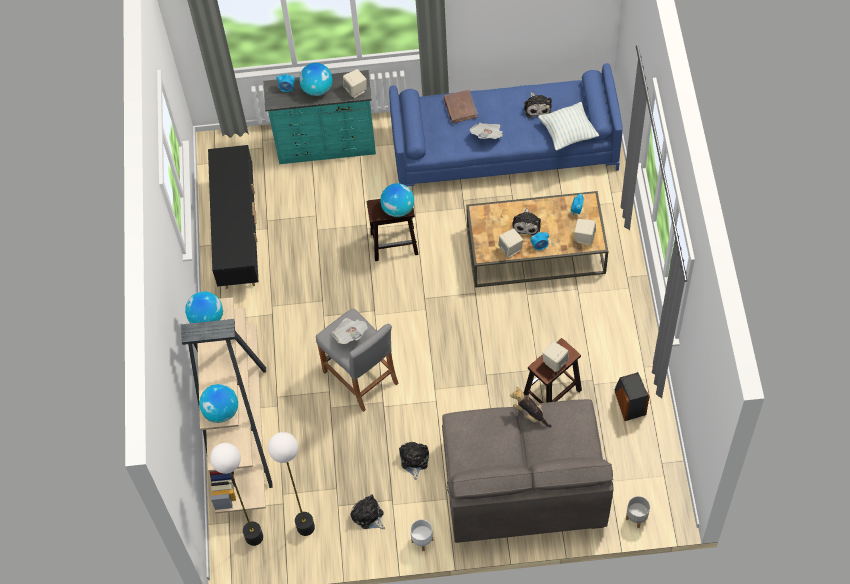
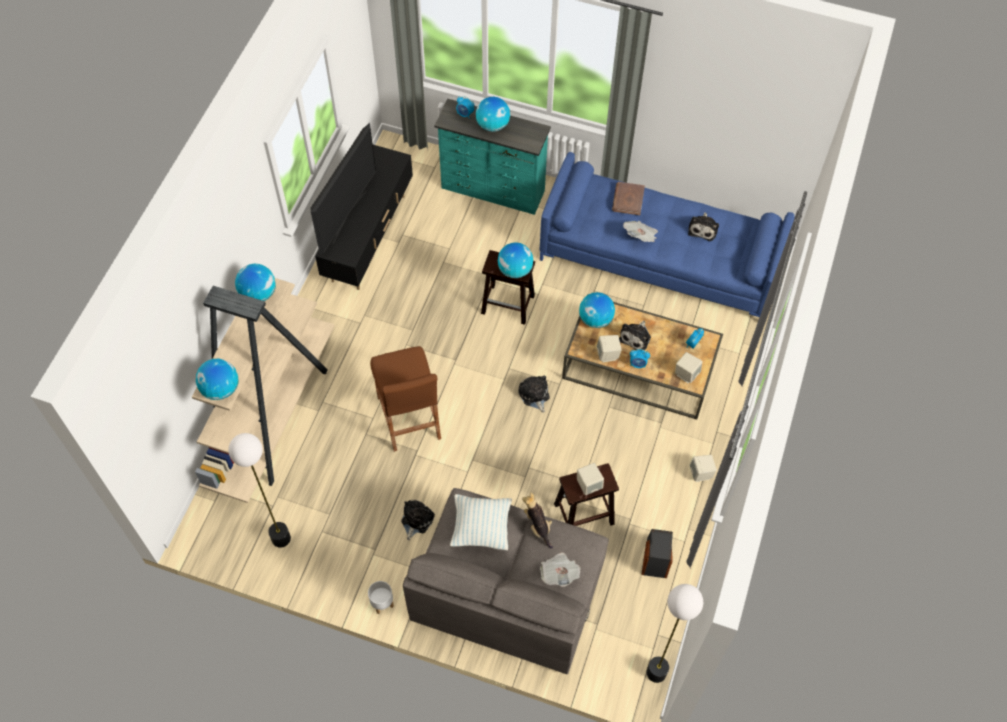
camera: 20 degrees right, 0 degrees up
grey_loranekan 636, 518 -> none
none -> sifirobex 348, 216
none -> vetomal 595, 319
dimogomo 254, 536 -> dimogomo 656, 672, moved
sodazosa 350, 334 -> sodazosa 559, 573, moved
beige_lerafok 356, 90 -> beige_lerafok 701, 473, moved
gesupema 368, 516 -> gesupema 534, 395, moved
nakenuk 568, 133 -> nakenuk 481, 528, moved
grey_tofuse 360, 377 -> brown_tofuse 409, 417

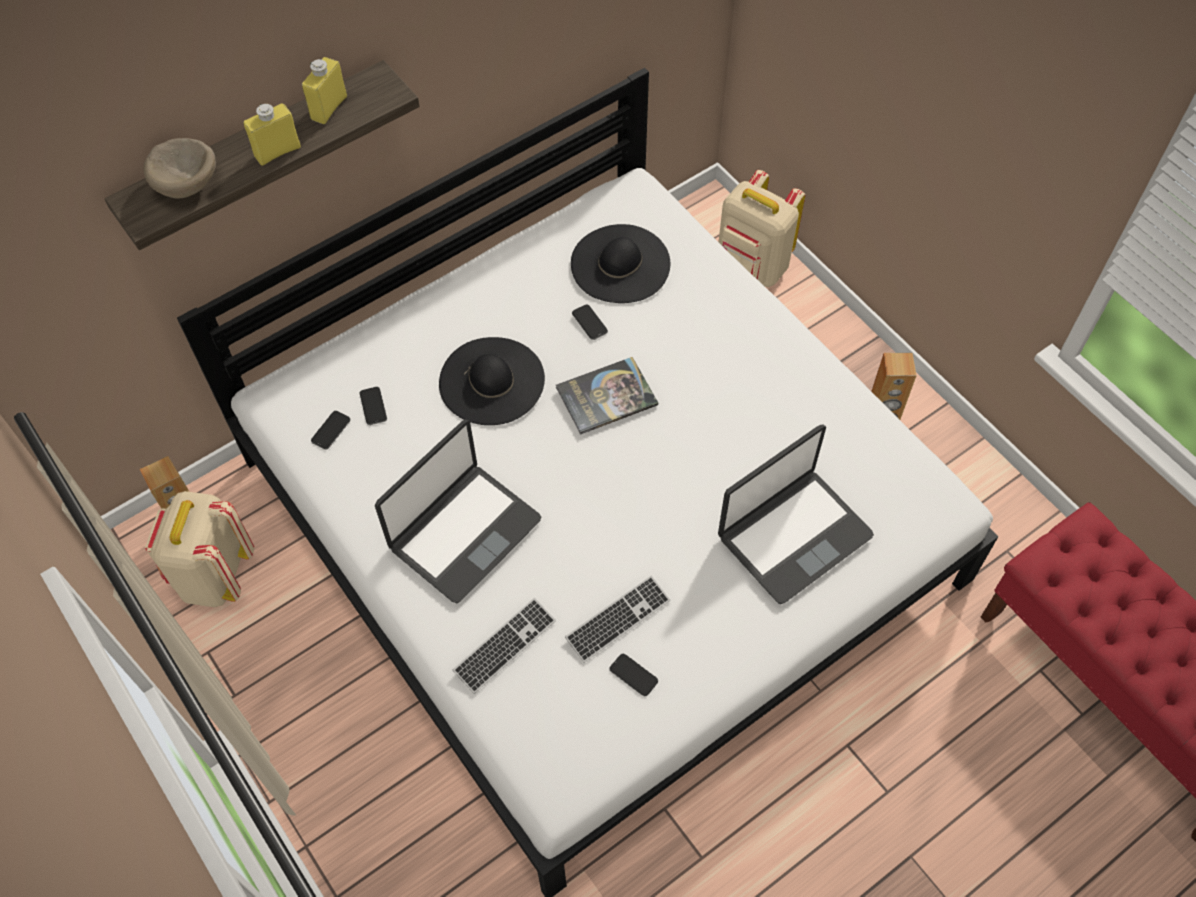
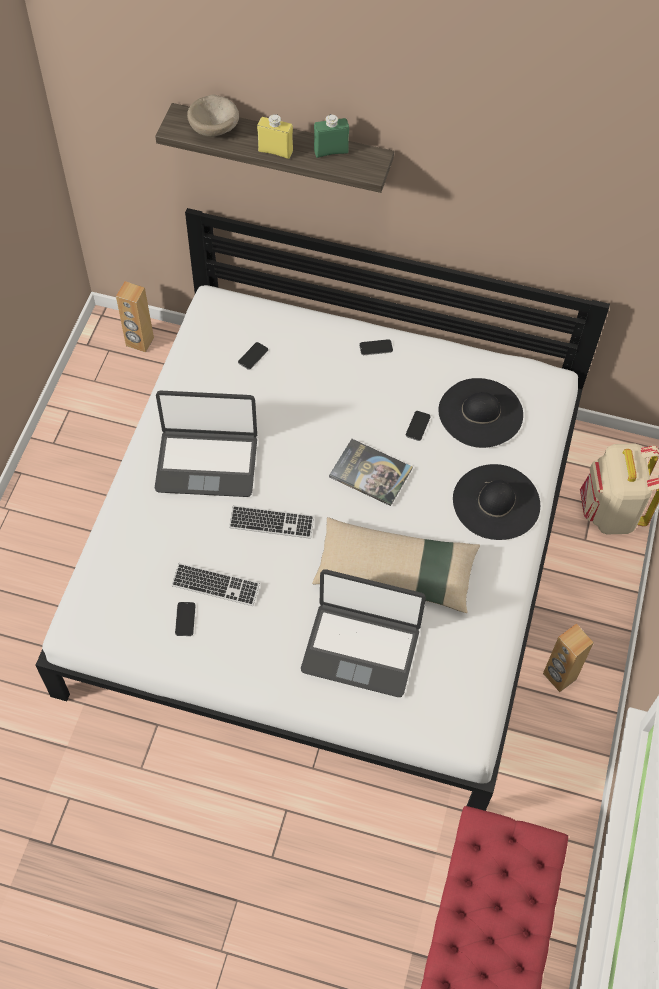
camera: 50 degrees right, 0 degrees up
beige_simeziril 213, 575 -> none
none -> beige_nakenuk 395, 572
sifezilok 331, 430 -> sifezilok 376, 348, moved
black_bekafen 492, 381 -> black_bekafen 496, 502, moved
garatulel 505, 646 -> garatulel 271, 523, moved
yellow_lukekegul 329, 108 -> green_lukekegul 331, 151

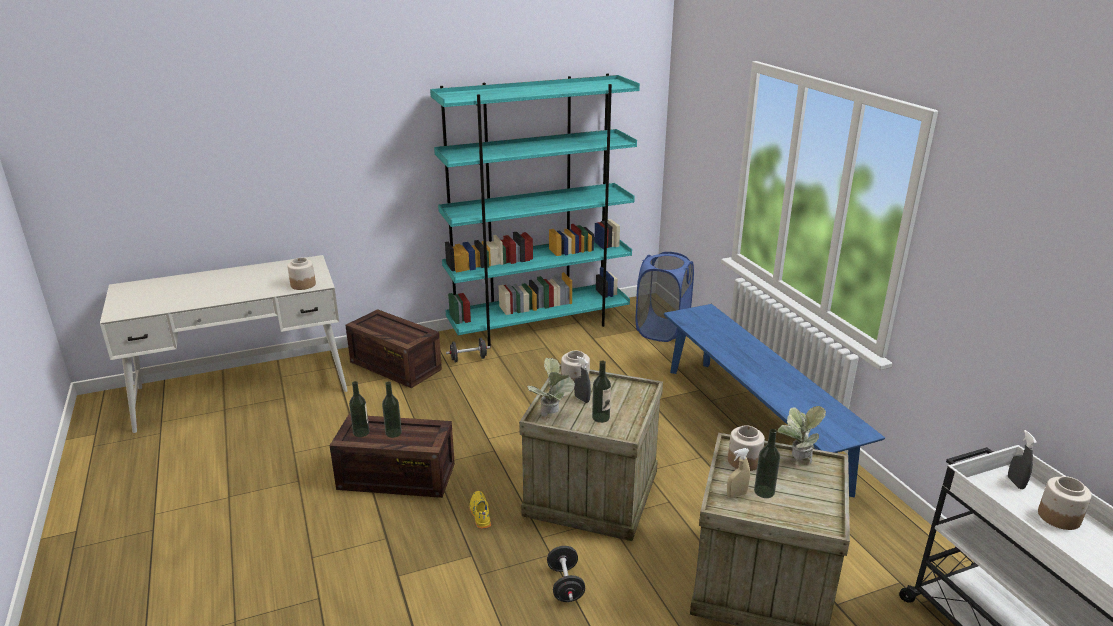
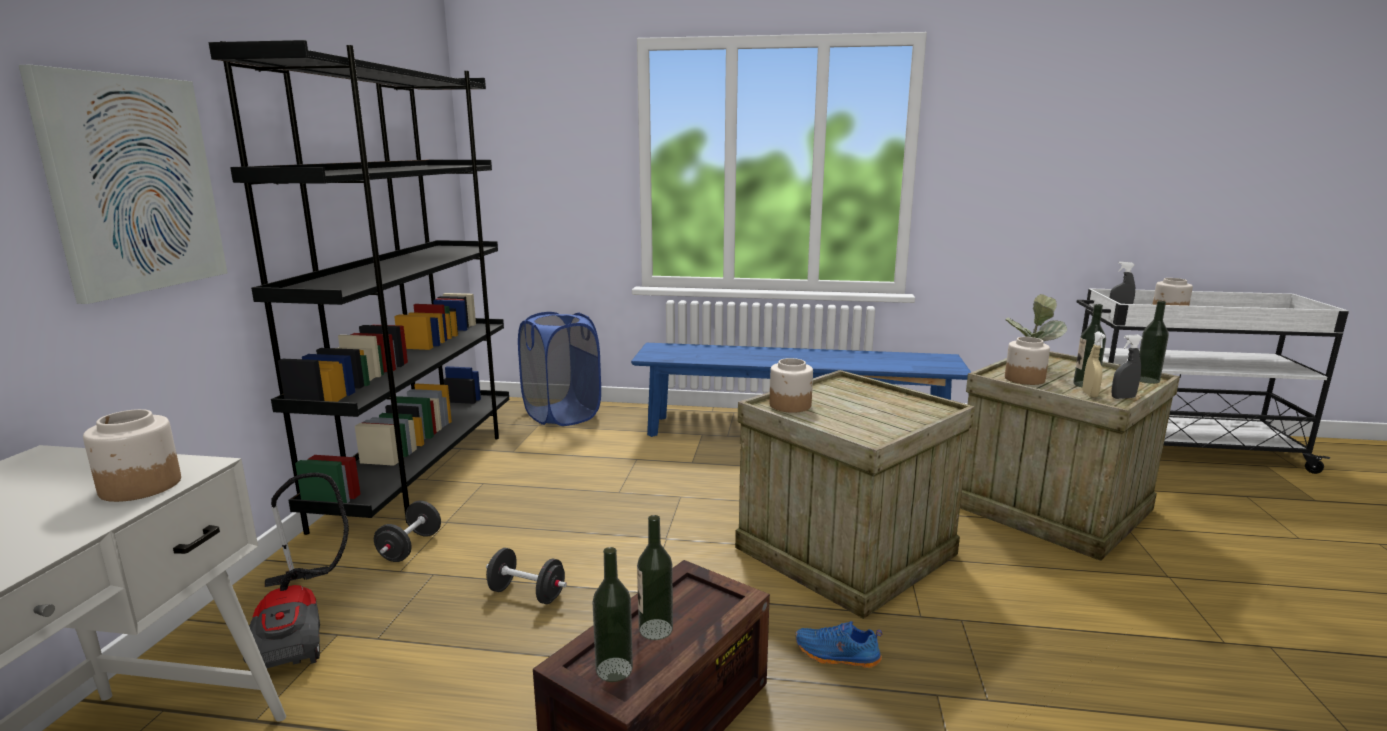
camera: 60 degrees left, 10 degrees down
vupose 552, 416 -> none
none -> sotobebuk 133, 184
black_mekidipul 565, 585 -> black_mekidipul 527, 594, moved
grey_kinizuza 582, 399 -> grey_kinizuza 1123, 397, moved
lukekegul 601, 417 -> lukekegul 1147, 380, moved
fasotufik 393, 366 -> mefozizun 299, 628
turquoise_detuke 539, 326 -> black_detuke 422, 472
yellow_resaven 479, 514 -> blue_resaven 836, 656

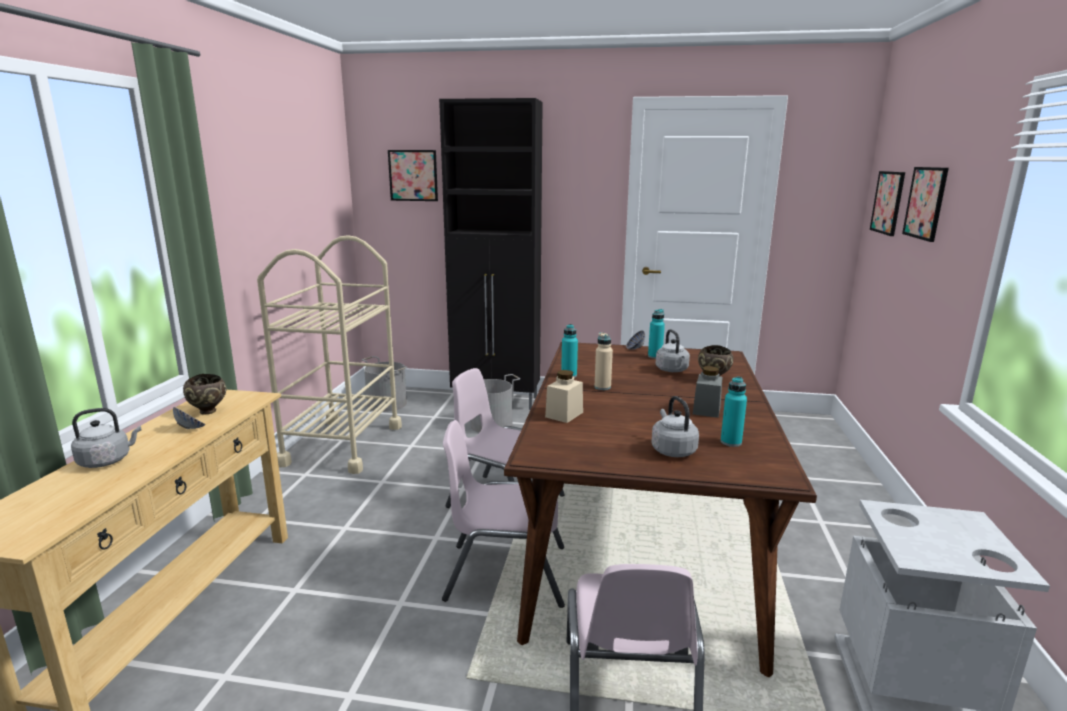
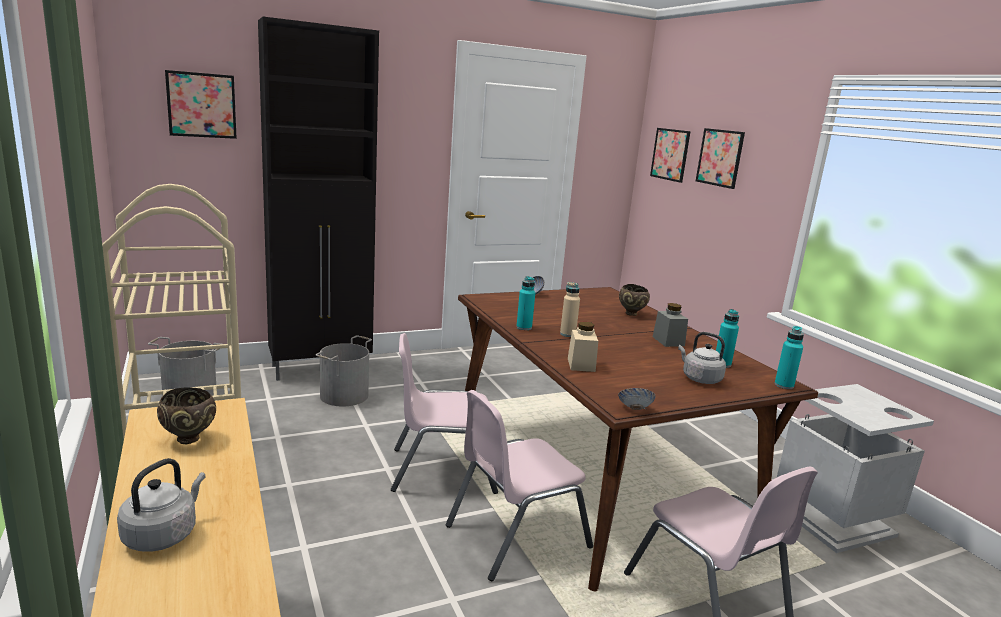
camera: 35 degrees left, 0 degrees up
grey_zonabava 672, 370 -> none
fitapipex 191, 428 -> fitapipex 634, 409, moved
turquoise_lukekegul 655, 356 -> turquoise_lukekegul 784, 385, moved

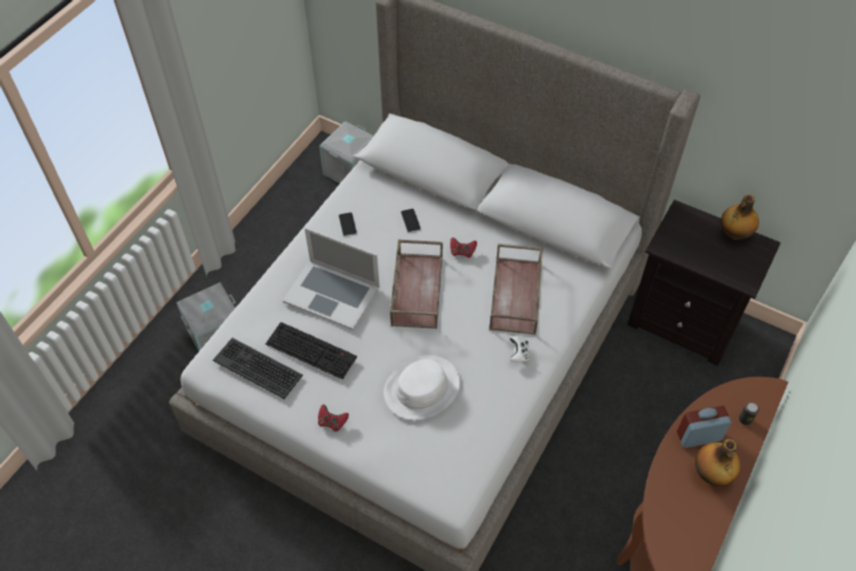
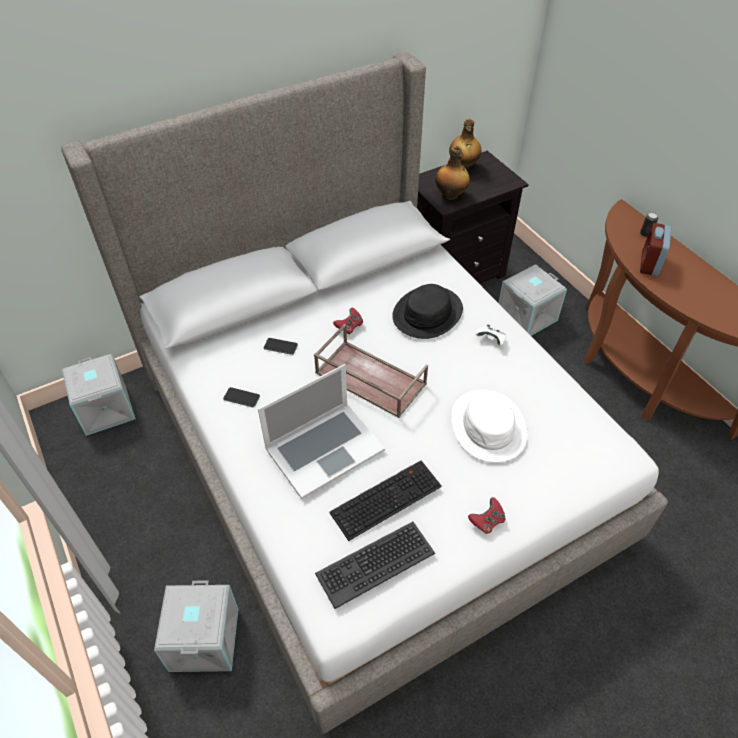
camera: 60 degrees left, 5 degrees down
none -> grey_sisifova 526, 316
lukekegul 711, 474 -> lukekegul 450, 195, moved
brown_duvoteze 516, 296 -> black_bekafen 427, 313

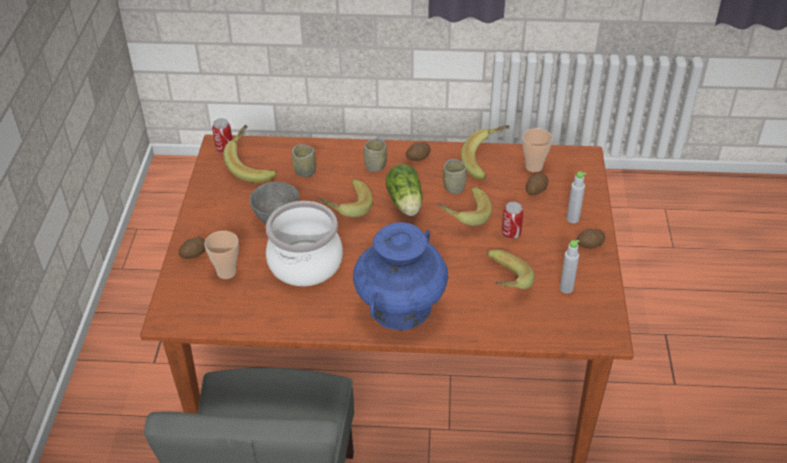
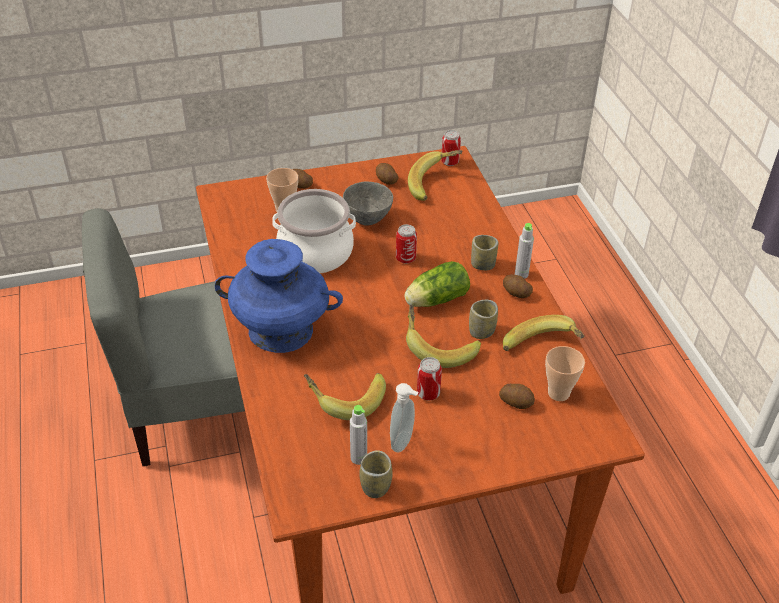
camera: 70 degrees right, 0 degrees up
none -> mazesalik 403, 442
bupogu 305, 171 -> bupogu 375, 486, moved
grey_lukekegul 572, 219 -> grey_lukekegul 521, 274, moved
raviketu 590, 245 -> raviketu 386, 180, moved
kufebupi 344, 208 -> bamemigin 405, 258

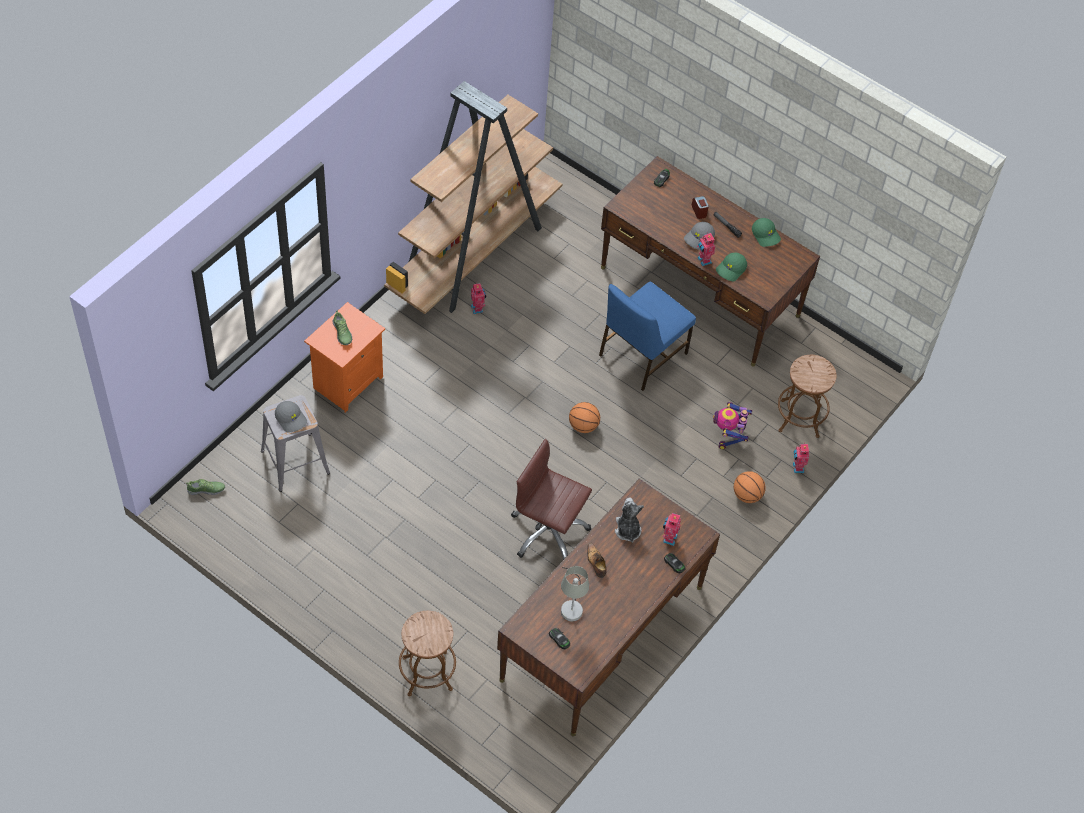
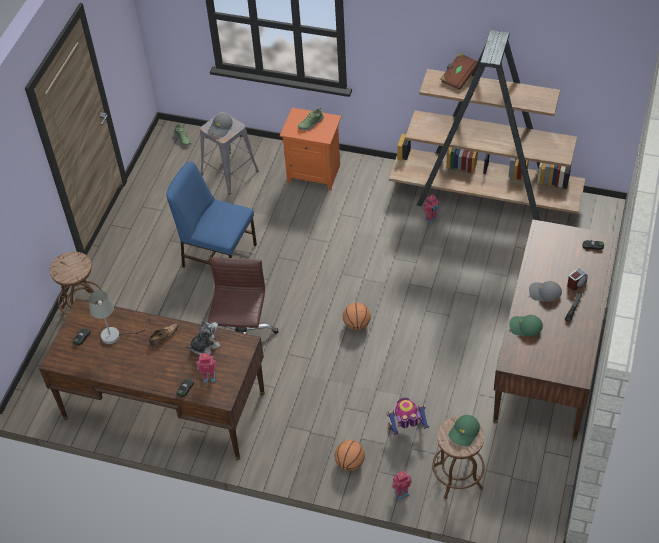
camera: 75 degrees right, 5 degrees down
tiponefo 703, 260 -> none
none -> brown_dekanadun 458, 77
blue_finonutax 641, 355 -> blue_finonutax 218, 255, moved
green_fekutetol 766, 235 -> green_fekutetol 464, 433, moved

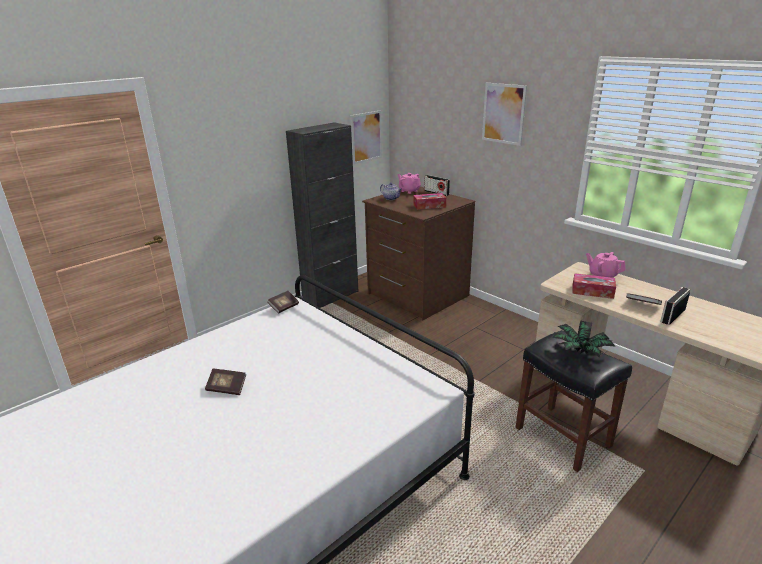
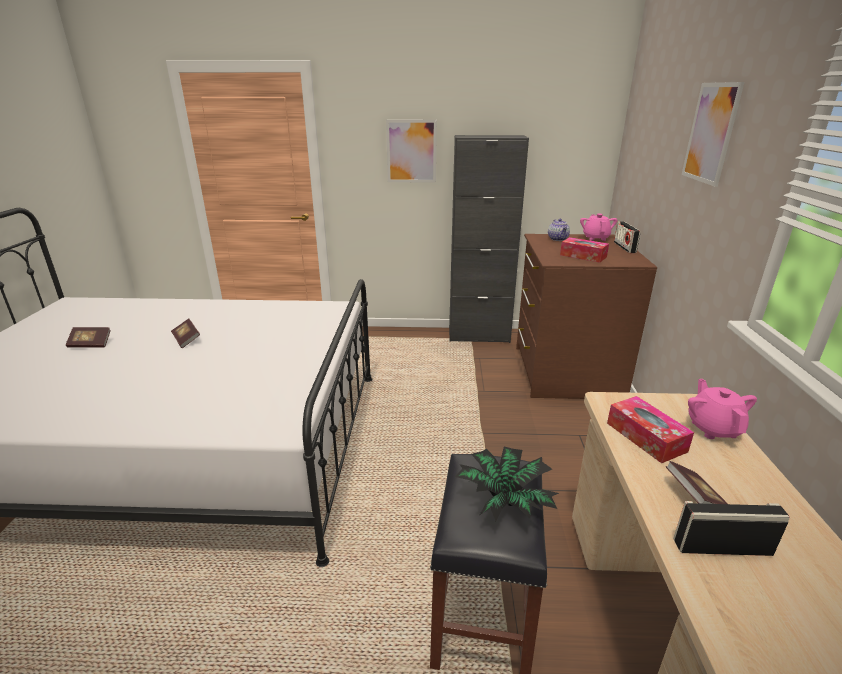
camera: 45 degrees right, 0 degrees up
dekanadun 284, 307 -> dekanadun 91, 344, moved
sotobebuk 366, 137 -> sotobebuk 411, 151, moved

